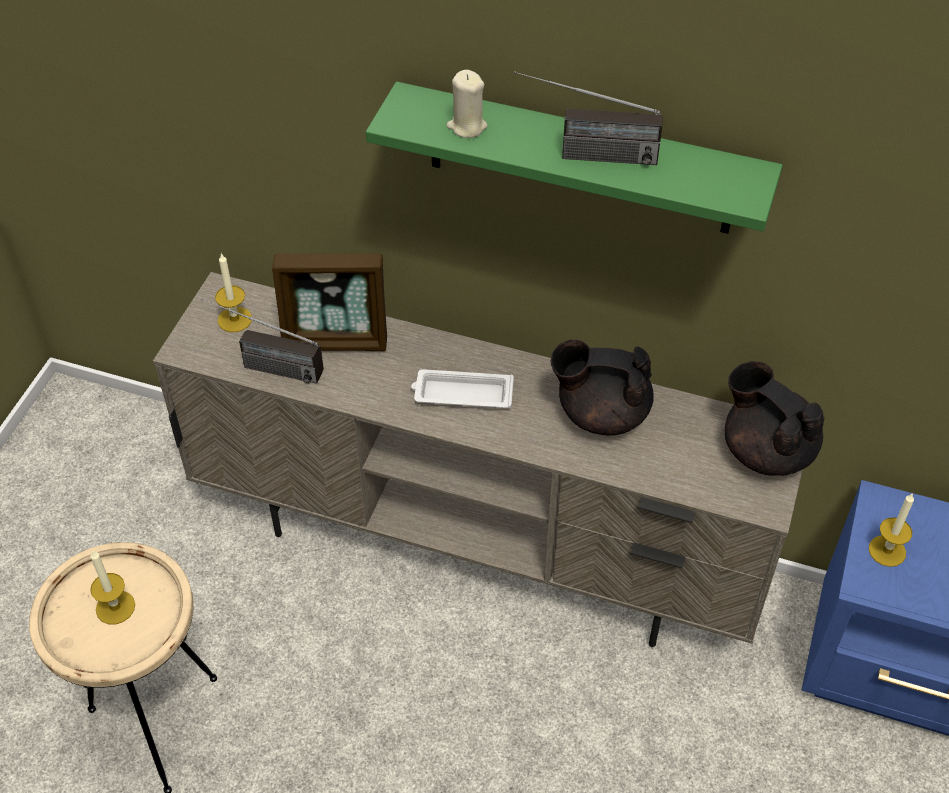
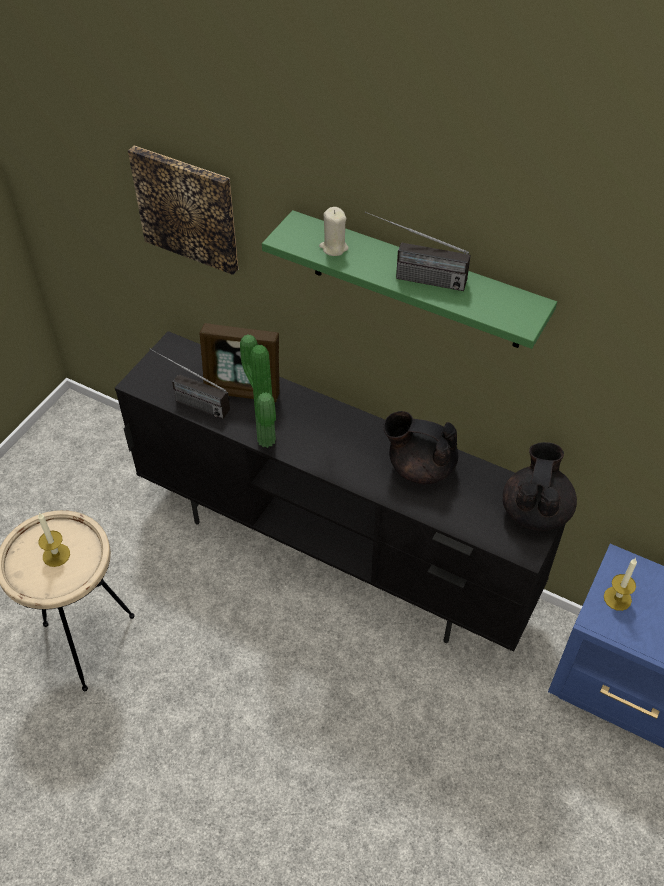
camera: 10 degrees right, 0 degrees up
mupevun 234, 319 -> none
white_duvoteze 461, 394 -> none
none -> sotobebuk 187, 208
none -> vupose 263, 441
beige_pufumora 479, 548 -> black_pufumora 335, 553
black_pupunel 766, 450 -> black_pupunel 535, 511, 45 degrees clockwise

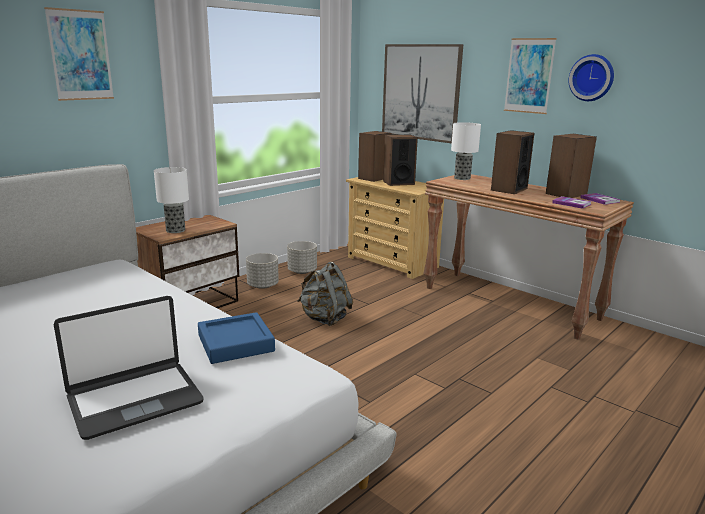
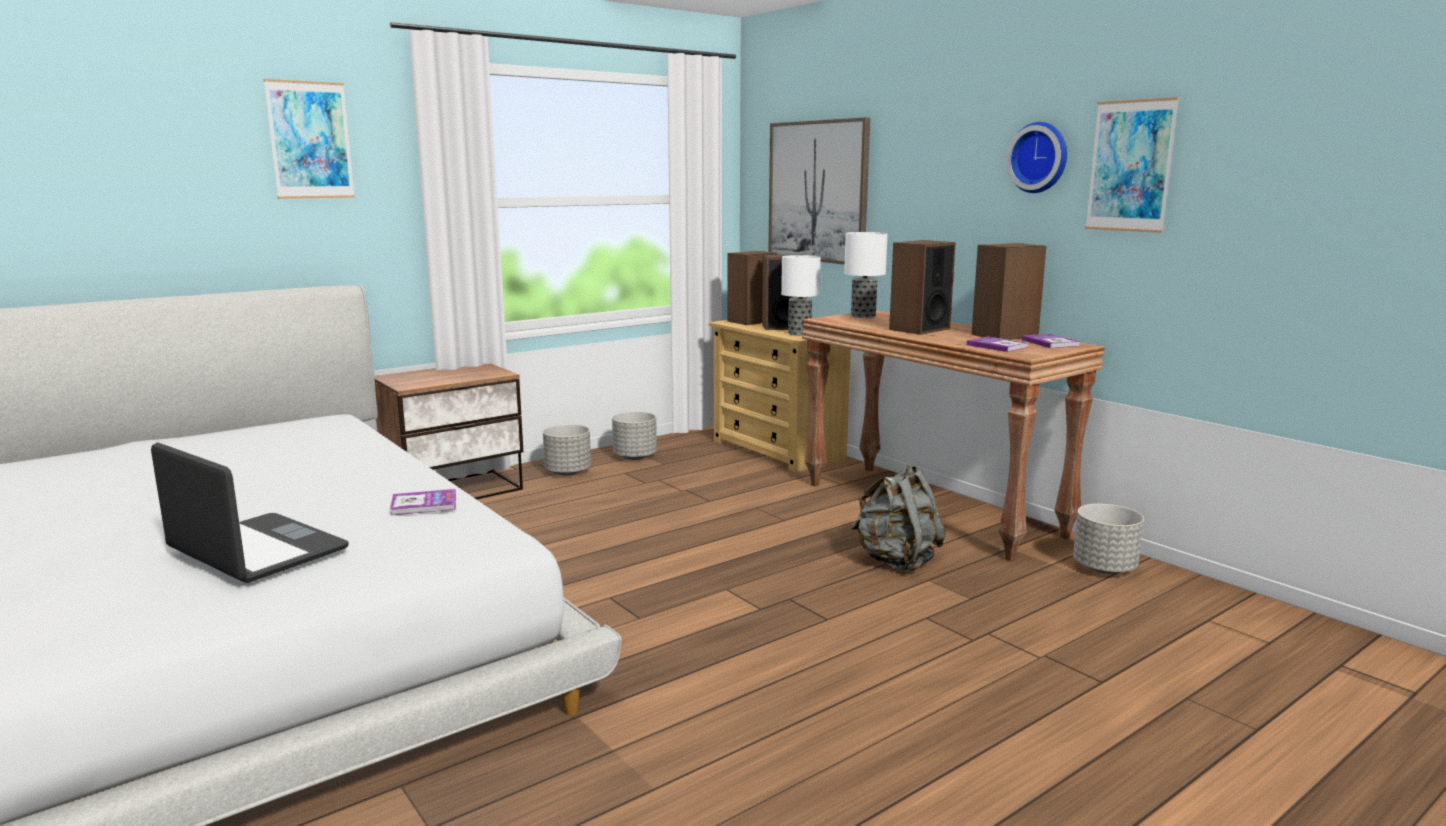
camera: 10 degrees right, 5 degrees down
none -> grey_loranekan 1104, 568
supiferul 176, 230 -> supiferul 800, 333, moved
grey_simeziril 325, 319 -> grey_simeziril 896, 561, moved
sotobebuk 529, 76 -> sotobebuk 1130, 166, moved
blue_duvoteze 236, 343 -> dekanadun 424, 504
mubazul 134, 399 -> mubazul 256, 551, 120 degrees counterclockwise

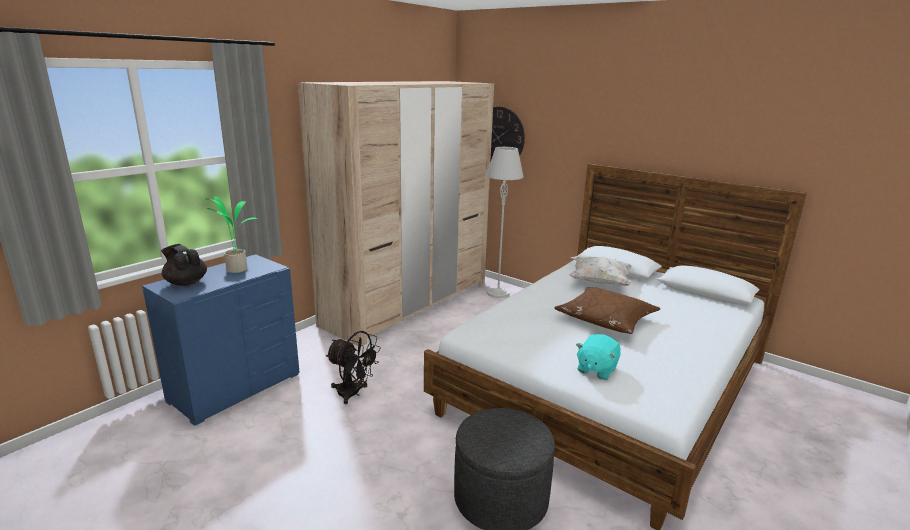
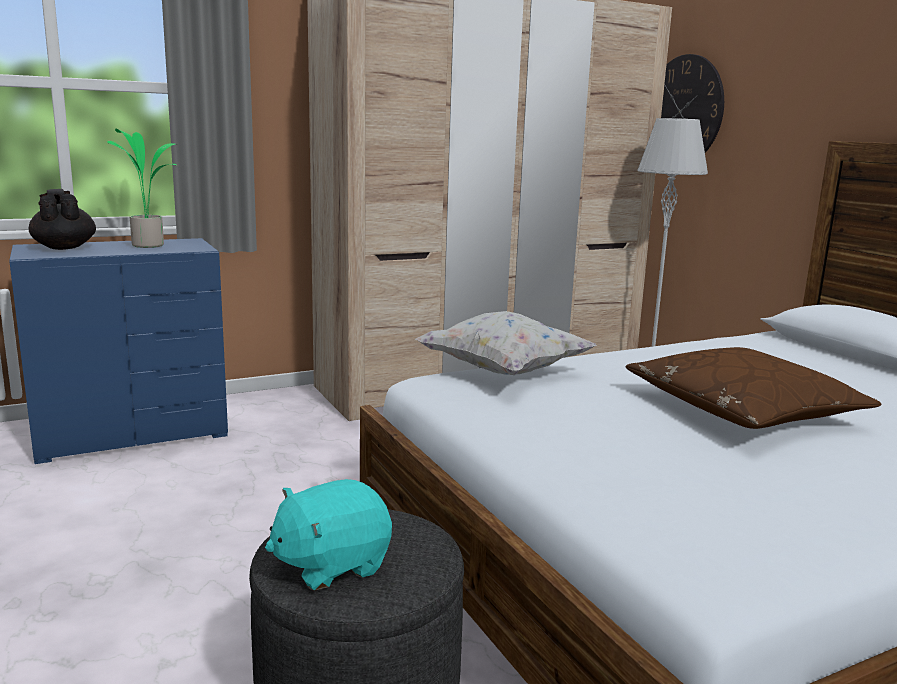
camera: 25 degrees right, 5 degrees down
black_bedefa 353, 394 -> none
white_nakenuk 599, 282 -> white_nakenuk 502, 372, moved
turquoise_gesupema 596, 369 -> turquoise_gesupema 331, 564, moved

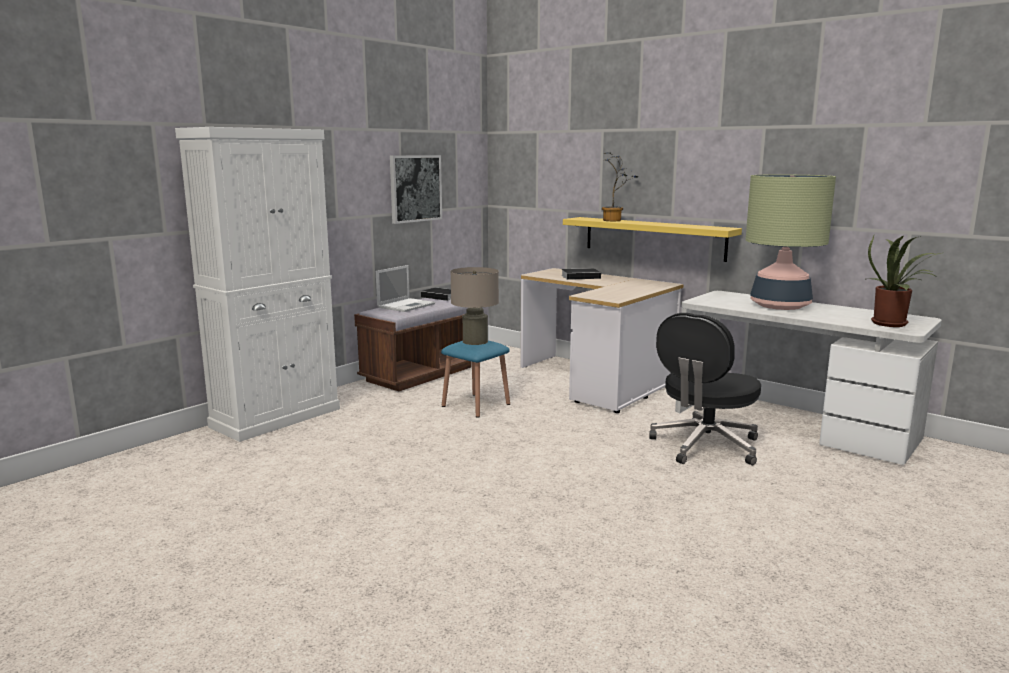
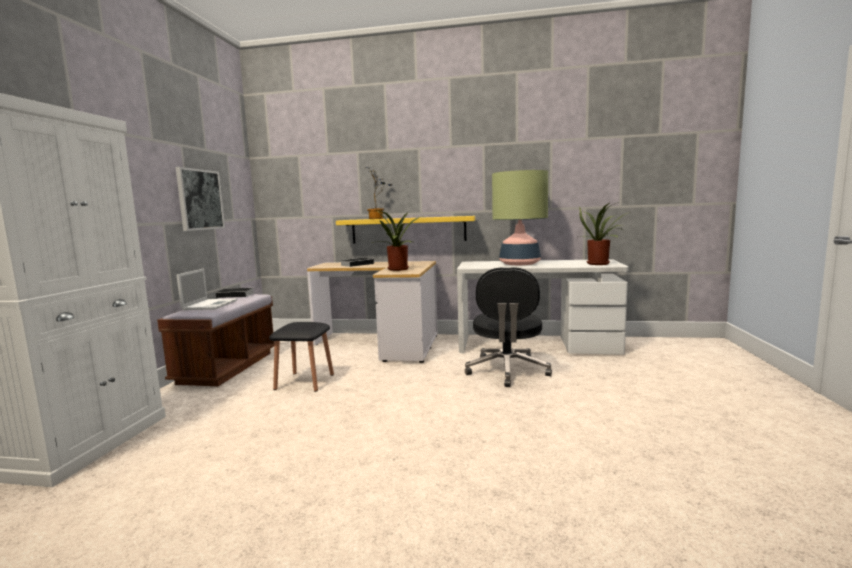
camera: 30 degrees left, 5 degrees down
beige_supiferul 475, 341 -> none
none -> vupose 398, 269
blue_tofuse 476, 405 -> black_tofuse 304, 381

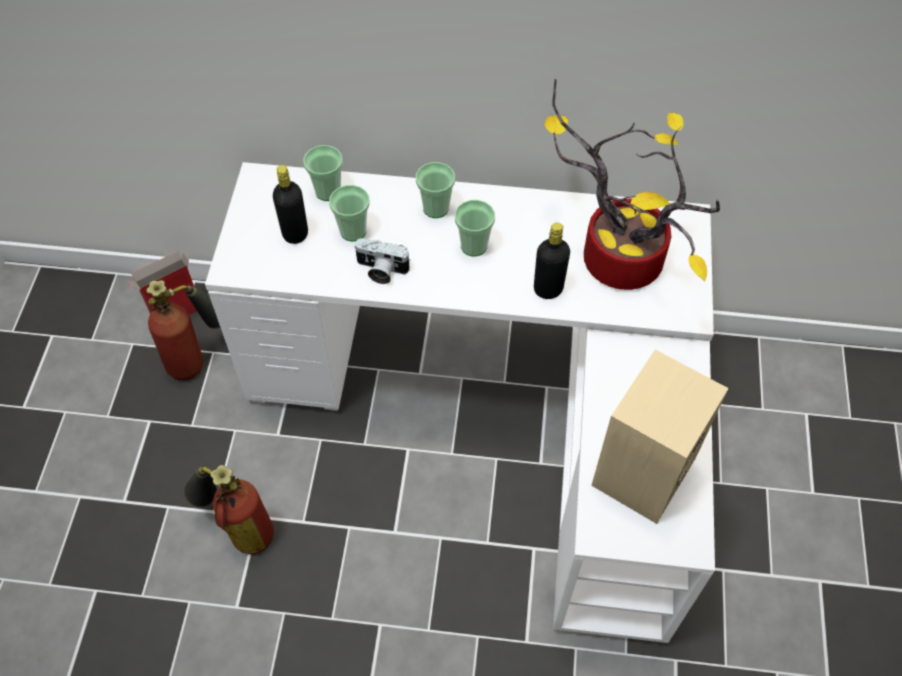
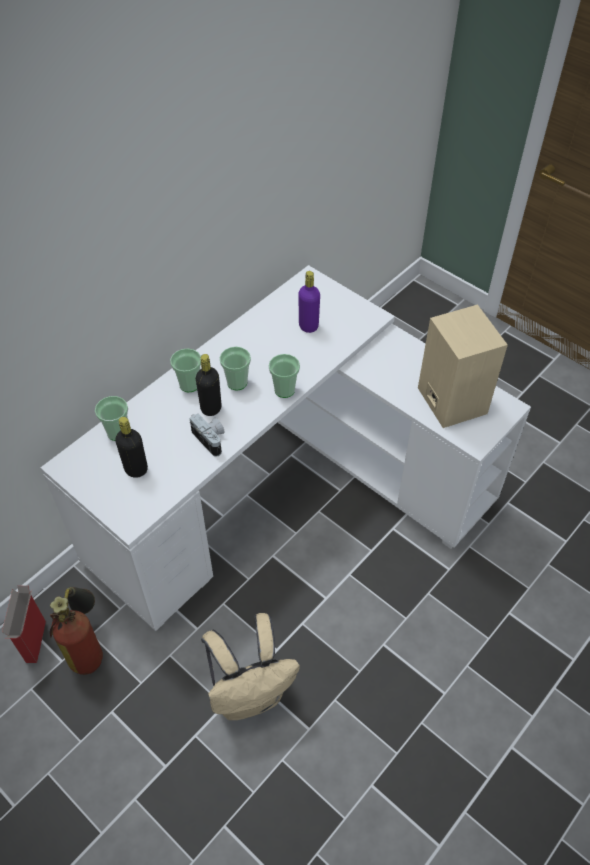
camera: 55 degrees left, 5 degrees down
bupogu 353, 231 -> bupogu 284, 390, moved
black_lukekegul 548, 289 -> black_lukekegul 211, 408, moved
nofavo 239, 528 -> beige_simeziril 250, 694
vupose 614, 260 -> purple_lukekegul 308, 326
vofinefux 380, 270 -> vofinefux 211, 439, 90 degrees counterclockwise

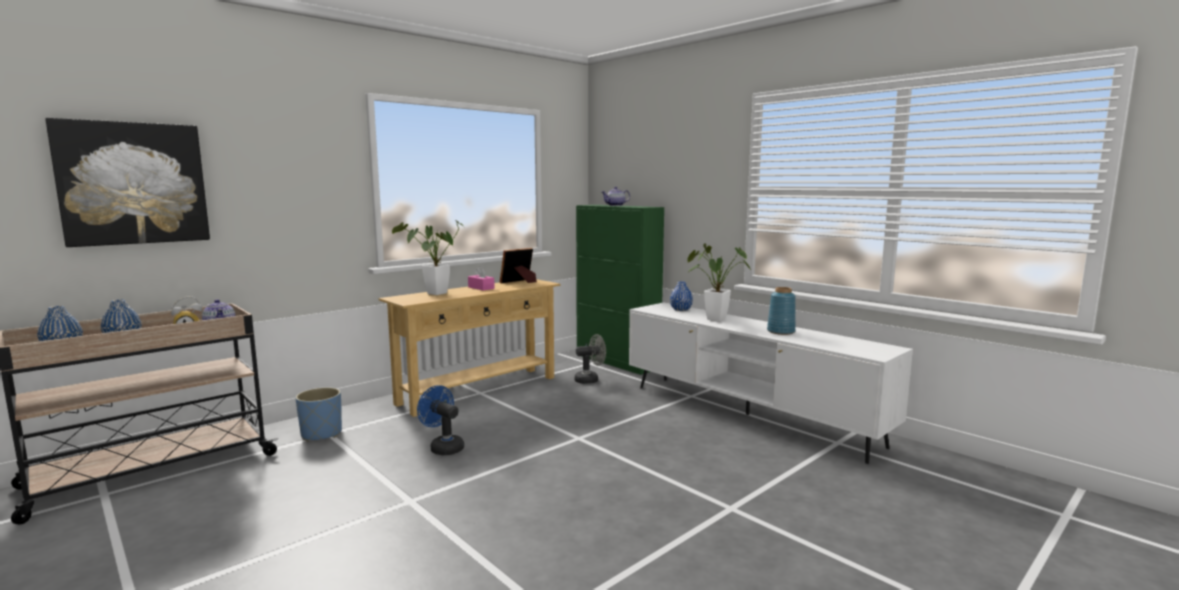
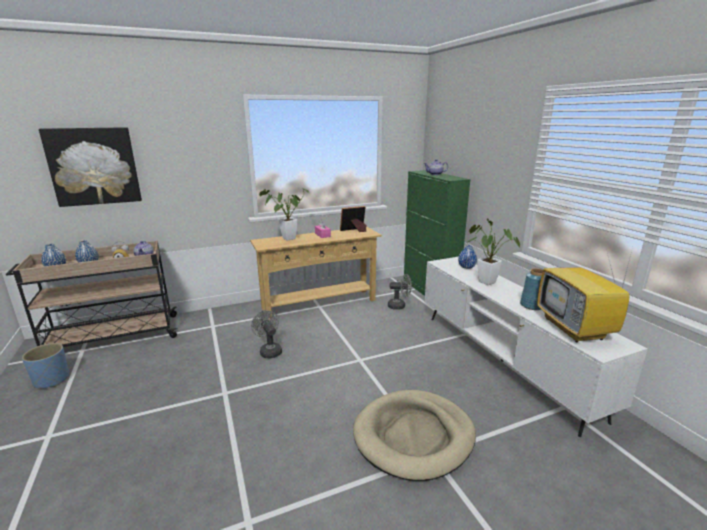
camera: 20 degrees right, 10 degrees up
none -> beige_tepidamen 414, 436
none -> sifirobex 575, 329
blue_loranekan 322, 434 -> blue_loranekan 52, 380, moved
blue_bedefa 443, 447 -> grey_bedefa 269, 351

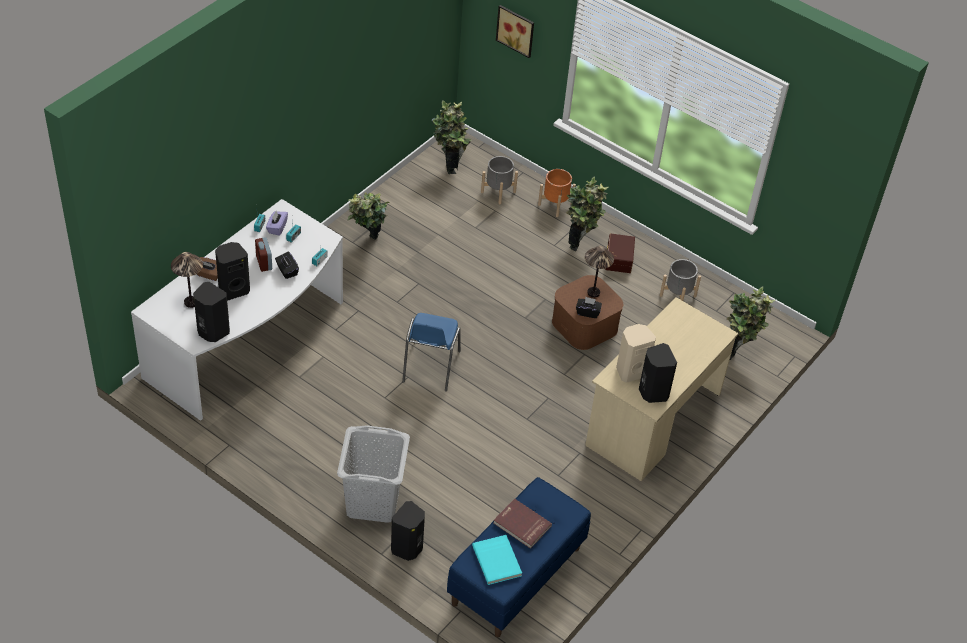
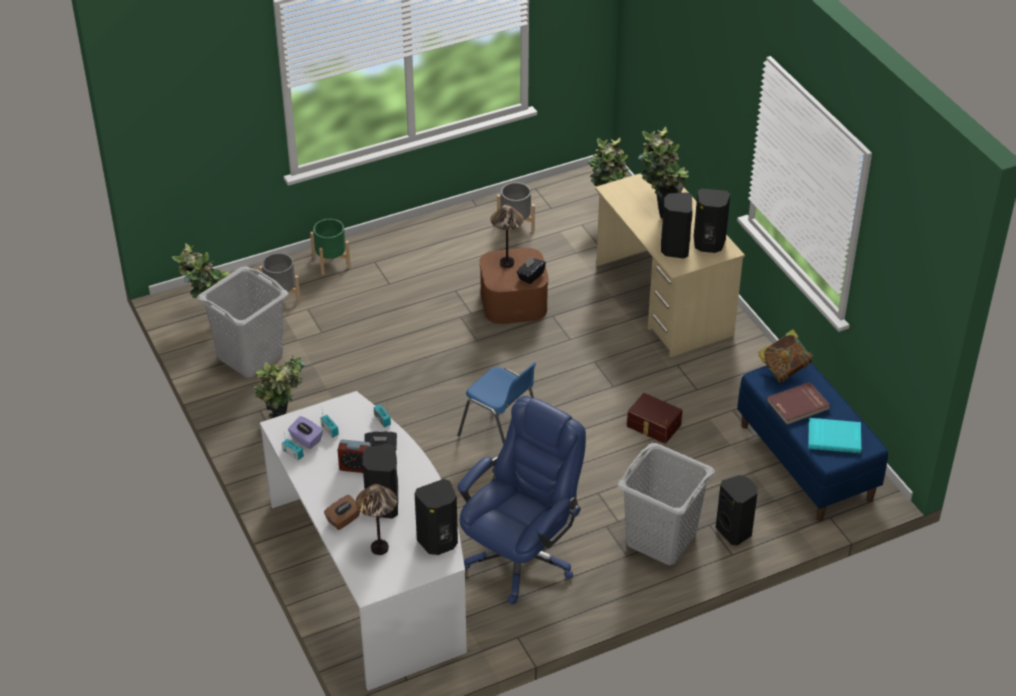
camera: 60 degrees left, 5 degrees down
sotobebuk 516, 30 -> none
none -> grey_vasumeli 249, 356
none -> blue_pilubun 520, 557
none -> dekanadun 784, 369
vupose 581, 241 -> vupose 660, 210, moved
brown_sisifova 618, 259 -> brown_sisifova 653, 426, moved
orange_loranekan 555, 205 -> green_loranekan 331, 262
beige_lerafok 631, 371 -> black_lerafok 674, 249

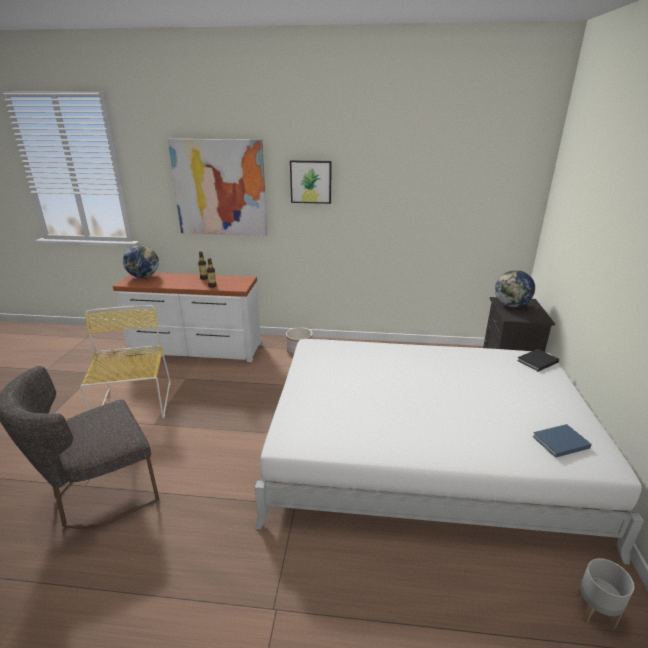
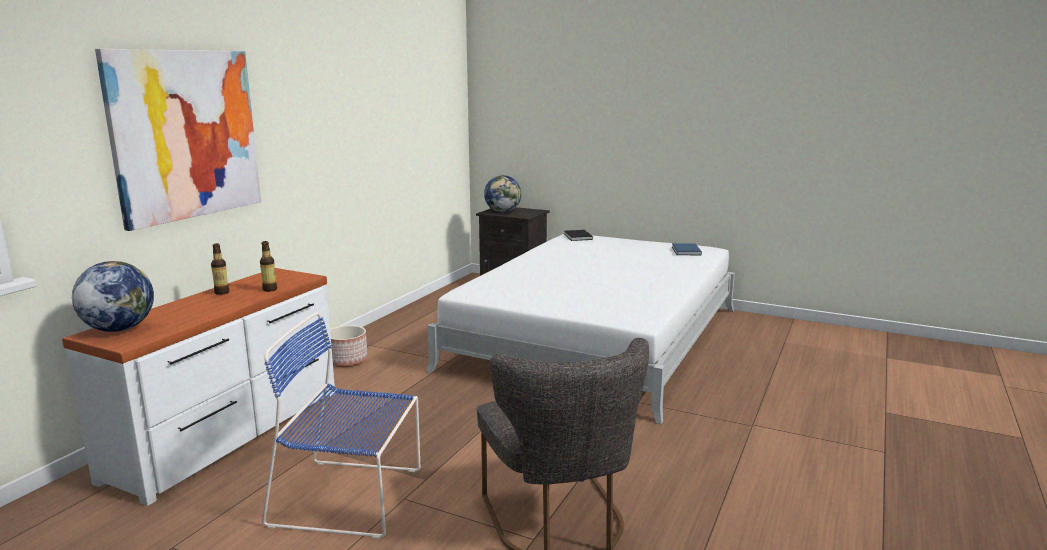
camera: 70 degrees left, 10 degrees down
sotobebuk 311, 181 -> none
grey_loranekan 594, 610 -> none
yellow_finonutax 134, 405 -> blue_finonutax 352, 497

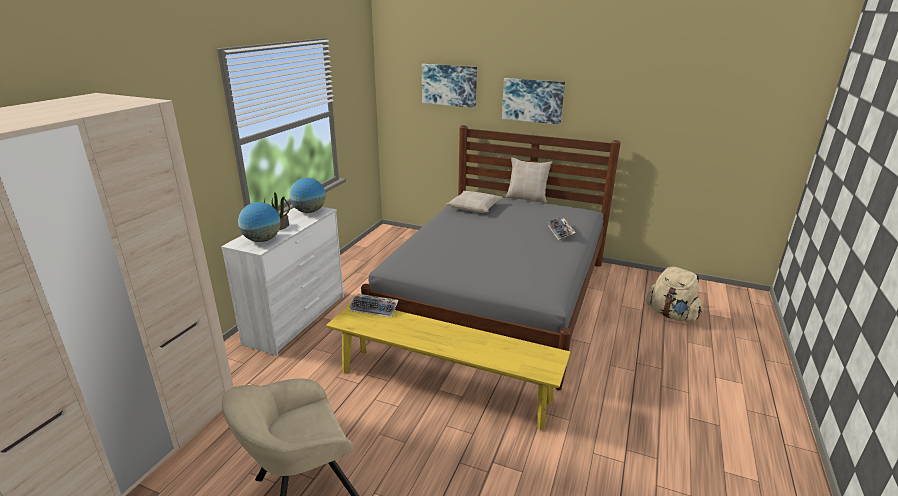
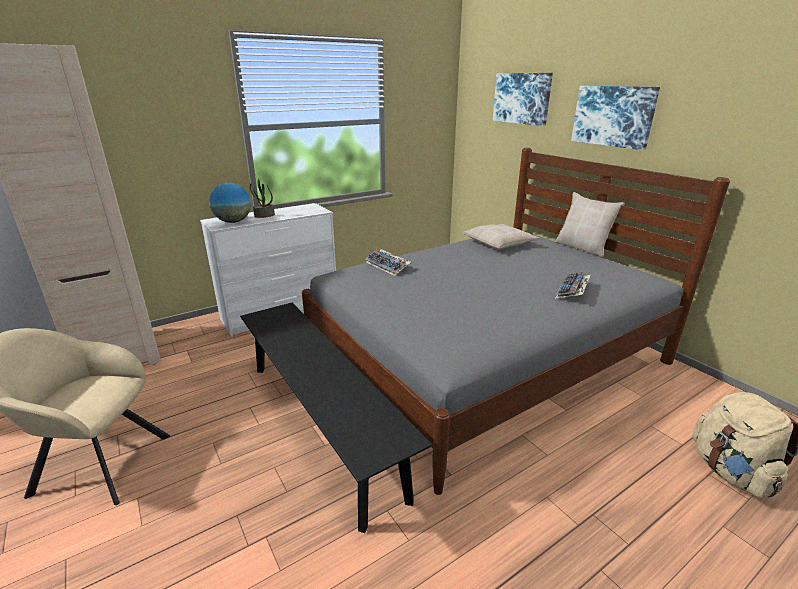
camera: 35 degrees right, 0 degrees up
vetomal 309, 211 -> none
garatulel 375, 308 -> garatulel 388, 266, moved
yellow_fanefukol 443, 386 -> black_fanefukol 321, 424

